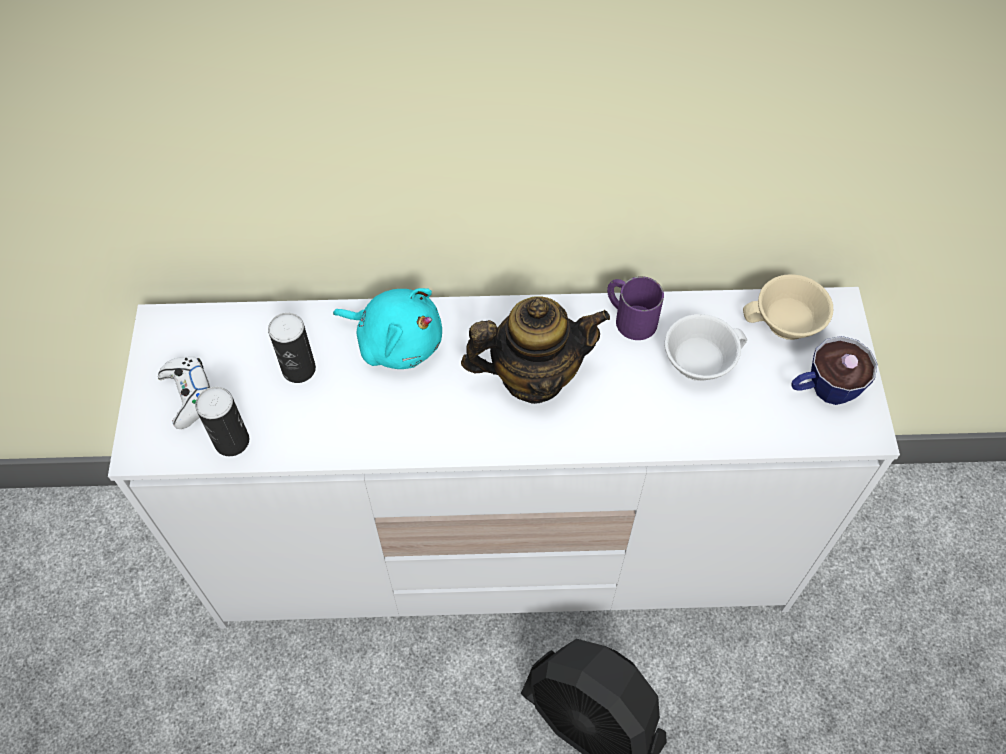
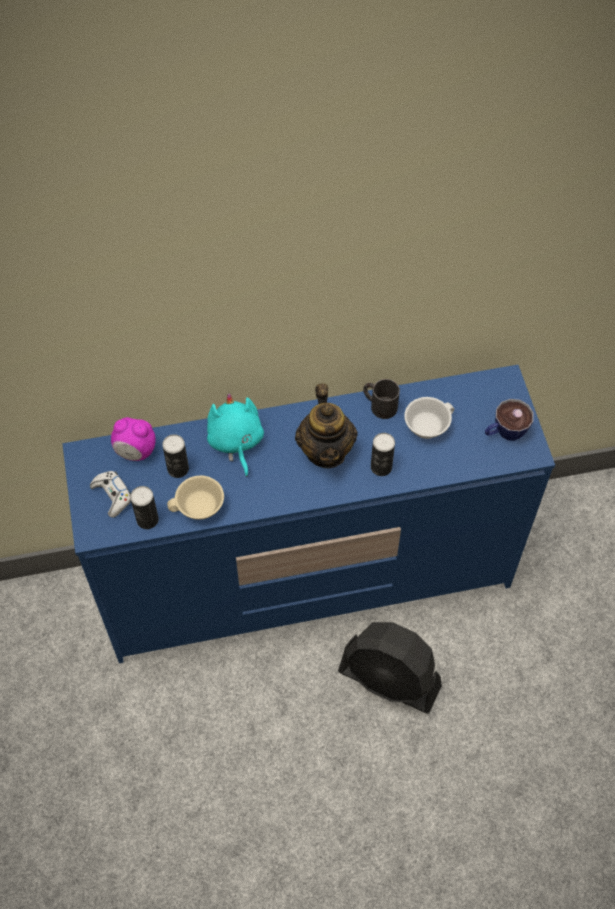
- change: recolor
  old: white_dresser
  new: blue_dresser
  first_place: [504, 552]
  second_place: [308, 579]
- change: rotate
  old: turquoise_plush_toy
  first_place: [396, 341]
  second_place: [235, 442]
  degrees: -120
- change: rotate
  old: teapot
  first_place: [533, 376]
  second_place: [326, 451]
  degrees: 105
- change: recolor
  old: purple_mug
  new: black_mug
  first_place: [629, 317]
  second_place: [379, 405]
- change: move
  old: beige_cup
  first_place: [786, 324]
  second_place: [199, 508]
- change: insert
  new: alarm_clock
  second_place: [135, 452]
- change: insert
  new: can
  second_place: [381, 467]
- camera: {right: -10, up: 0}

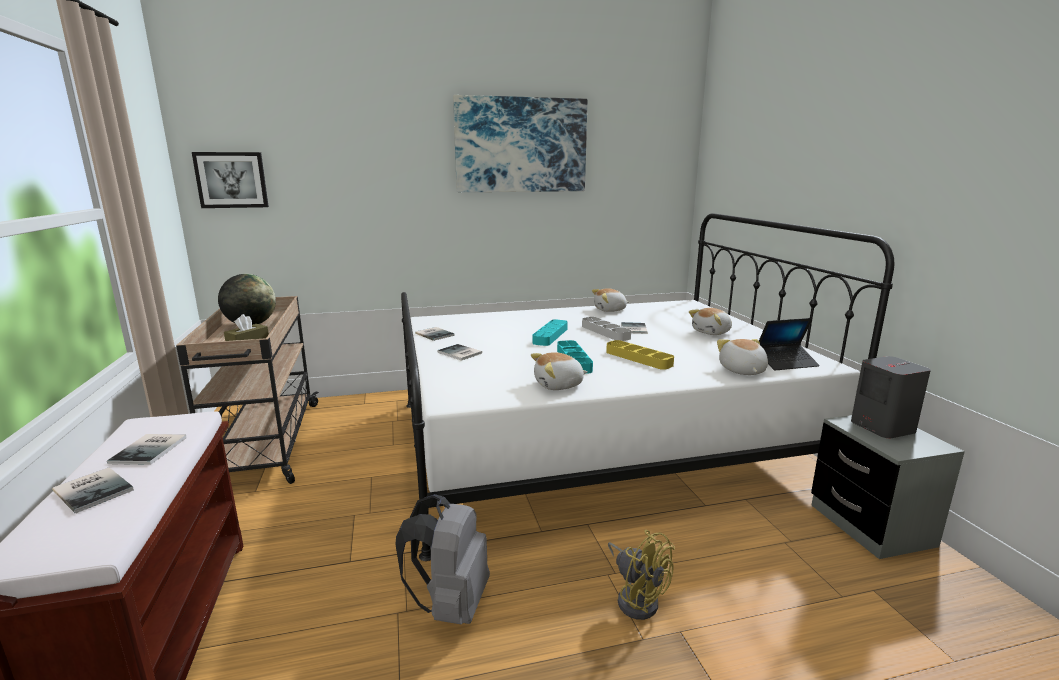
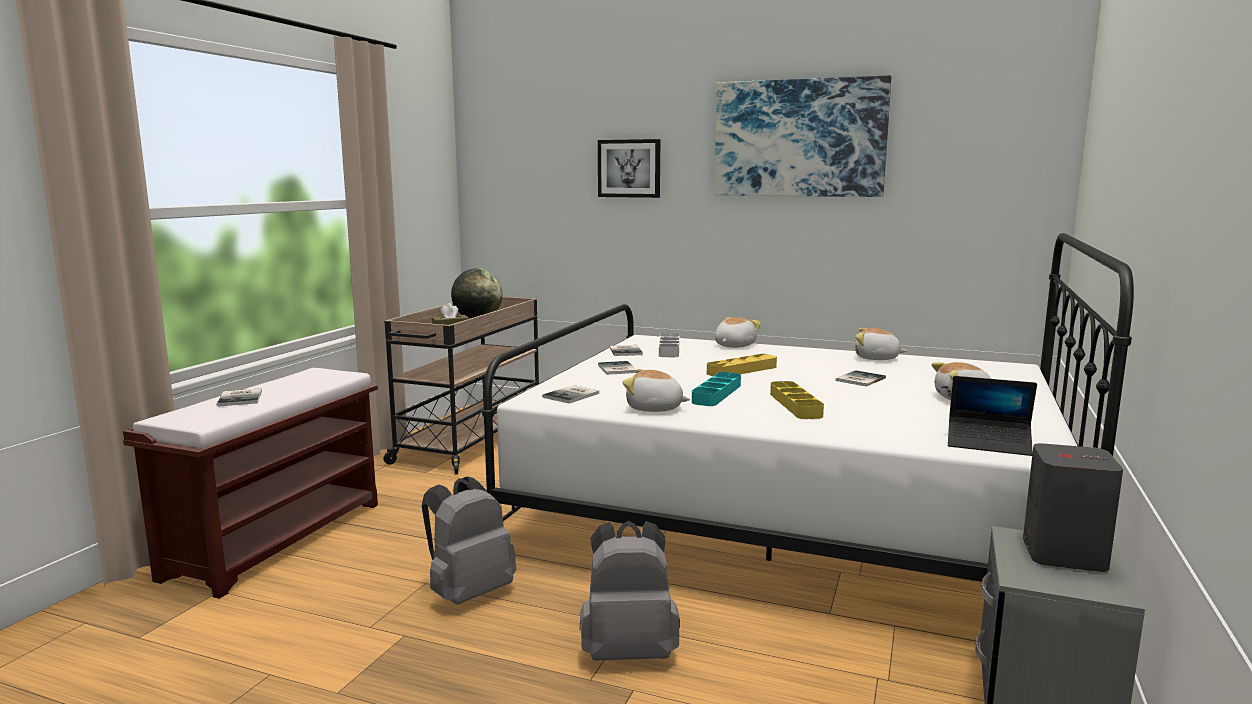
- change: move
  old: book
  first_place: [151, 449]
  second_place: [573, 395]
- change: move
  old: picture
  first_place: [231, 180]
  second_place: [629, 168]
- change: recolor
  old: turquoise_tray
  new: yellow_tray
  first_place: [550, 336]
  second_place: [742, 370]
- change: move
  old: grey_tray
  first_place: [605, 332]
  second_place: [669, 349]
- change: replace
  old: yellow_fan
  new: grey_backpack
  first_place: [636, 598]
  second_place: [629, 651]
- change: move
  old: plush_toy
  first_place: [741, 371]
  second_place: [733, 346]
- camera: {right: 35, up: -5}

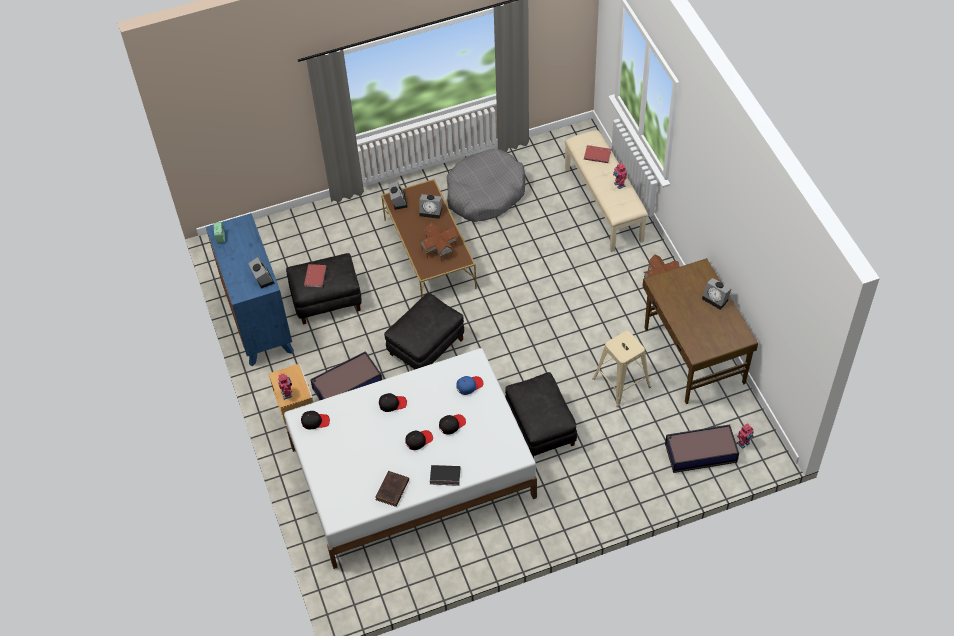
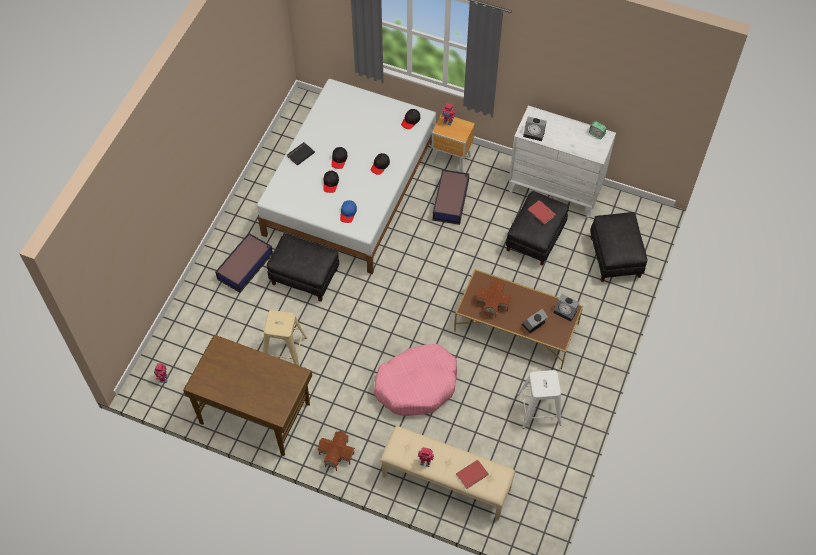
- change: recolor
  old: blue_dresser
  new: white_dresser
  first_place: [258, 322]
  second_place: [555, 189]
- change: delete
  old: brown_book
  first_place: [392, 491]
- change: move
  old: black_ottoman
  first_place: [426, 346]
  second_place: [615, 257]
- change: replace
  old: grey_dog_bed
  new: white_stool
  first_place: [485, 193]
  second_place: [540, 409]
- change: move
  old: storage_box
  first_place: [699, 453]
  second_place: [246, 266]
- change: delete
  old: alarm_clock
  first_place: [716, 299]
- change: insert
  new: pink_dog_bed
  second_place: [417, 384]
- camera: {right: 130, up: 5}

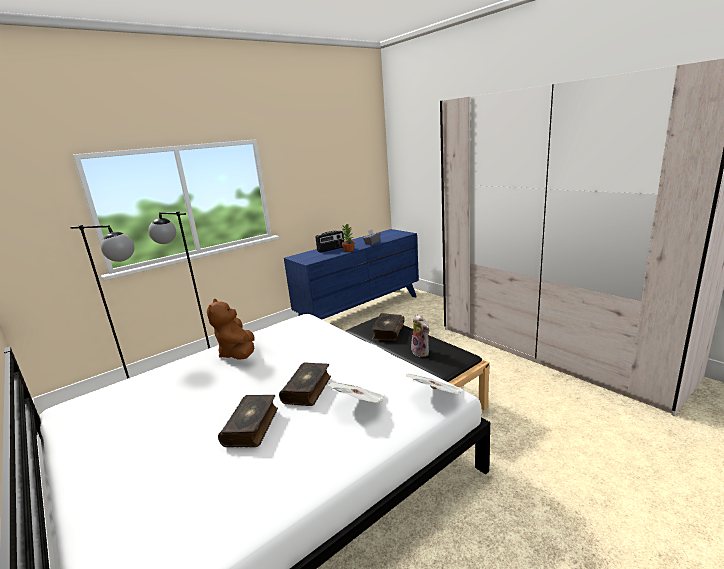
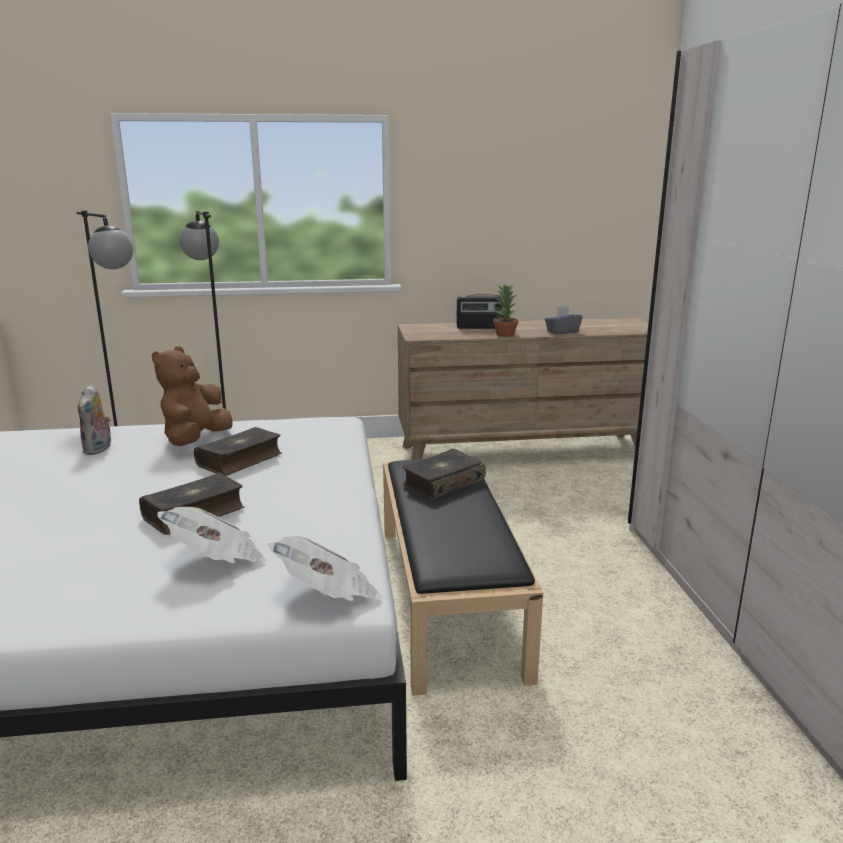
- change: move
  old: book
  first_place: [252, 426]
  second_place: [240, 460]
- change: recolor
  old: blue_dresser
  new: brown_dresser
  first_place: [360, 310]
  second_place: [524, 452]
- change: move
  old: plush_toy
  first_place: [422, 352]
  second_place: [99, 449]
- camera: {right: 30, up: 0}

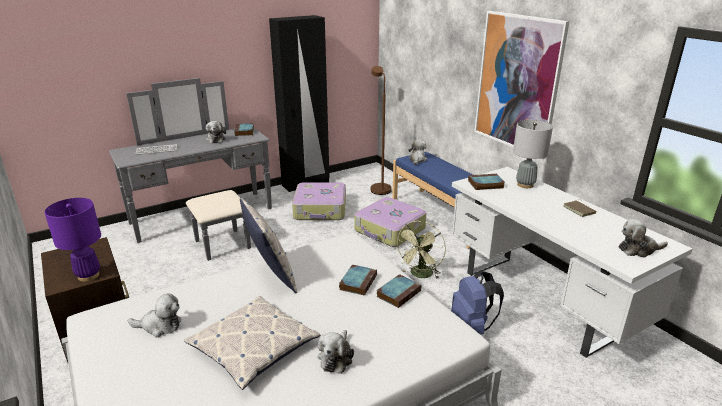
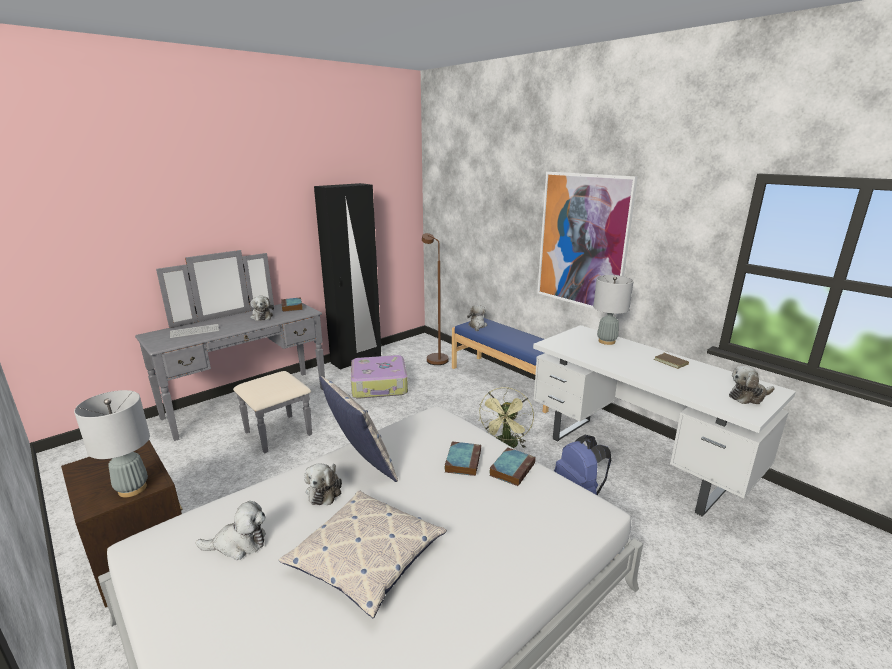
- change: recolor
  old: purple_table_lamp
  new: grey_table_lamp
  first_place: [88, 276]
  second_place: [132, 489]
- change: move
  old: plush_toy
  first_place: [336, 357]
  second_place: [325, 491]
- change: delete
  old: suitcase
  first_place: [389, 230]
- change: delete
  old: book
  first_place: [485, 184]
- camera: {right: -10, up: -5}

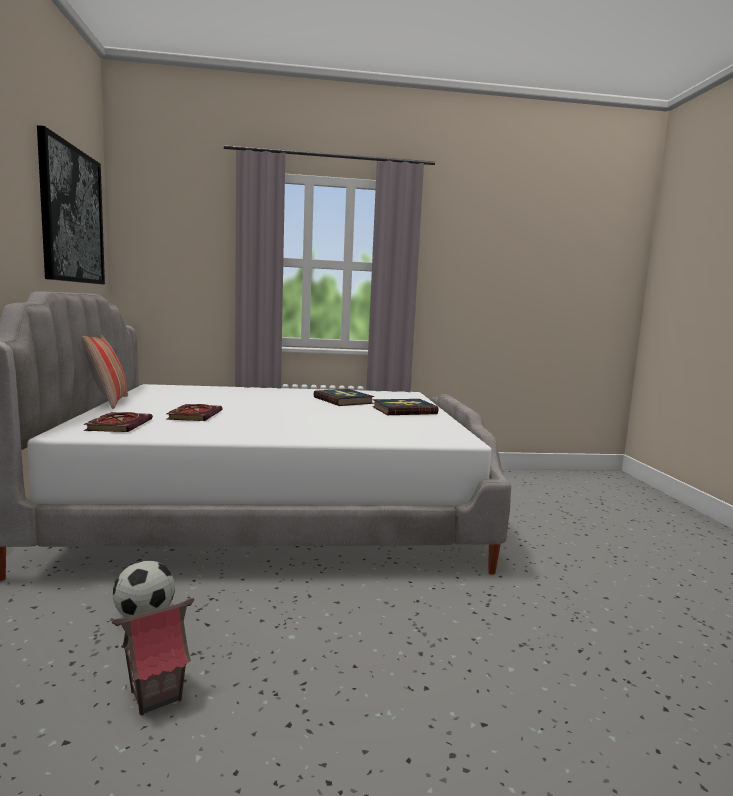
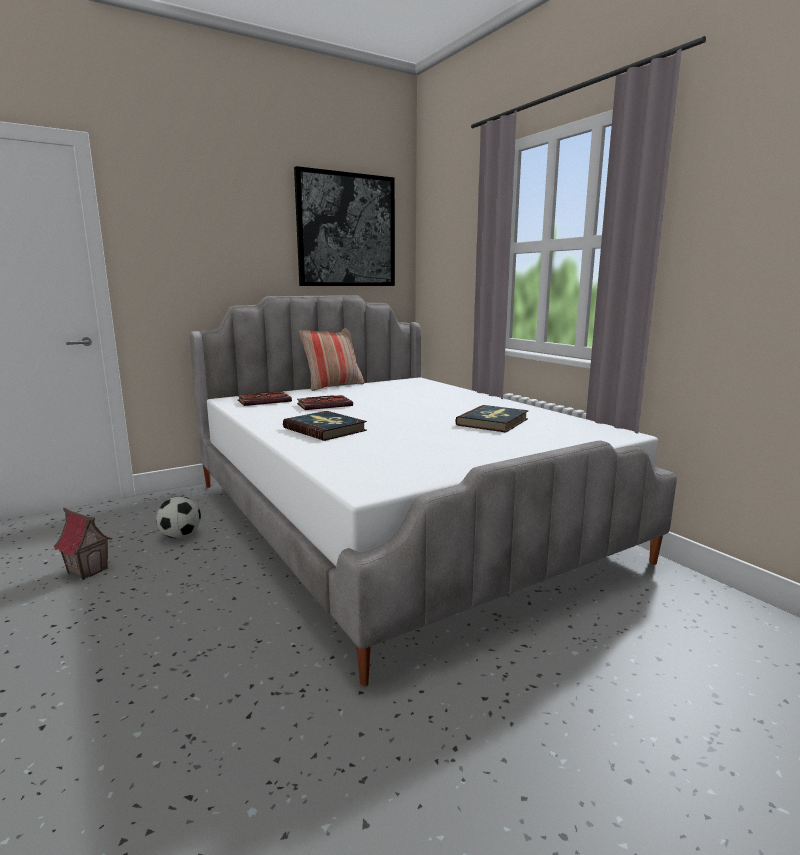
- change: move
  old: book
  first_place: [404, 410]
  second_place: [325, 429]
- camera: {right: 65, up: 5}

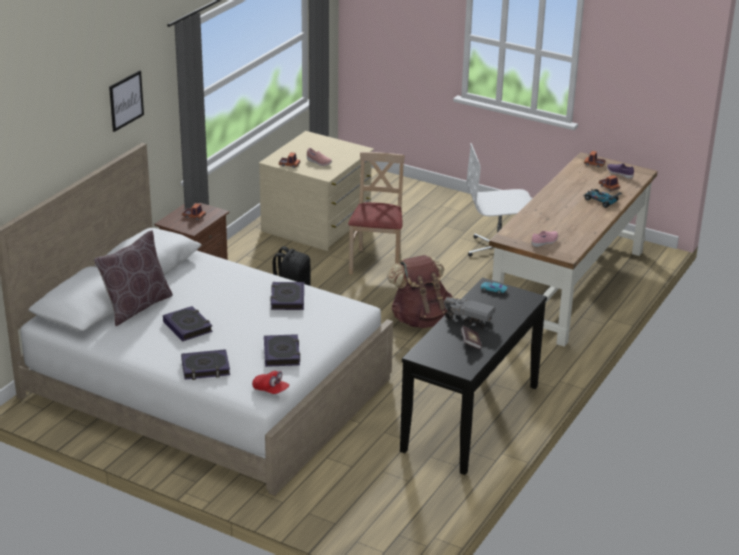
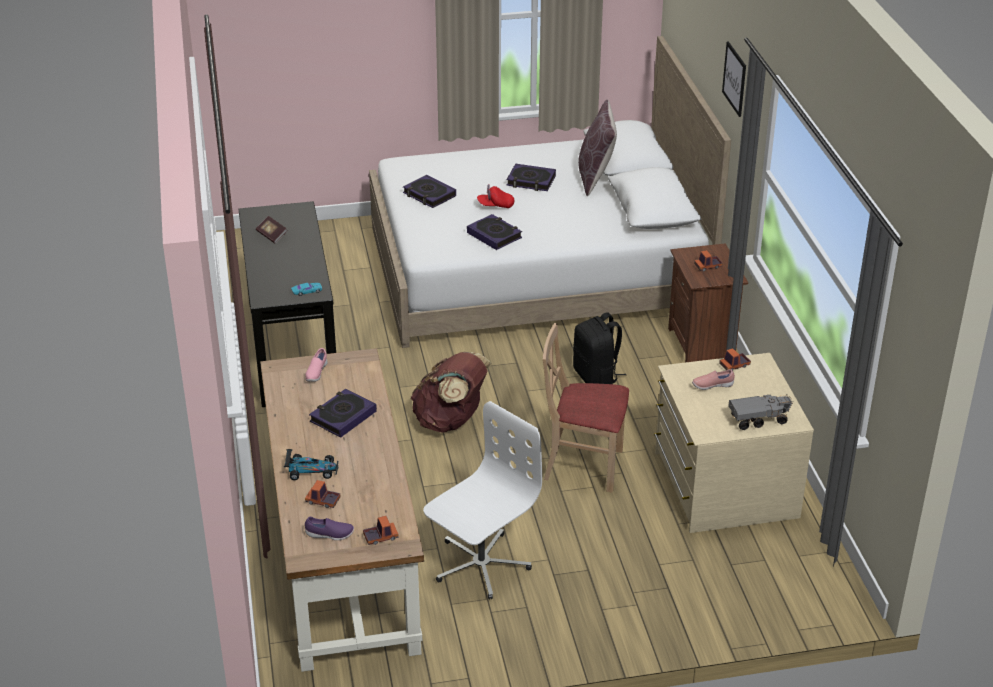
- change: move
  old: book
  first_place: [205, 368]
  second_place: [343, 416]
- change: move
  old: red_cap
  first_place: [270, 390]
  second_place: [495, 205]
- change: rotate
  old: beige_chair
  first_place: [377, 263]
  second_place: [583, 466]
  degrees: 135
- change: move
  old: toy_truck
  first_place: [468, 320]
  second_place: [758, 419]
- camera: {right: 140, up: 5}

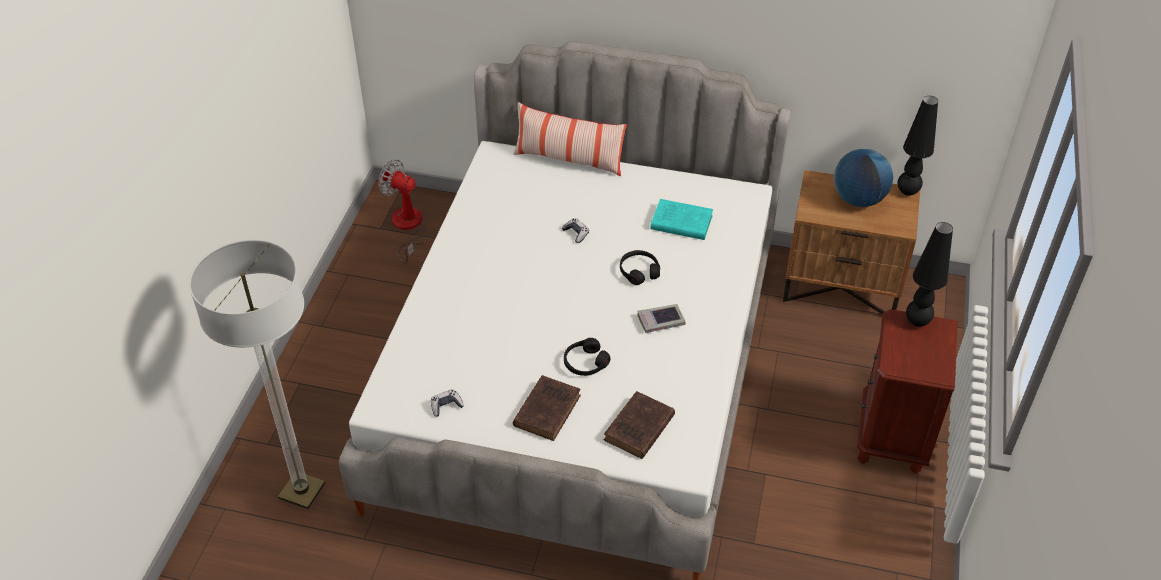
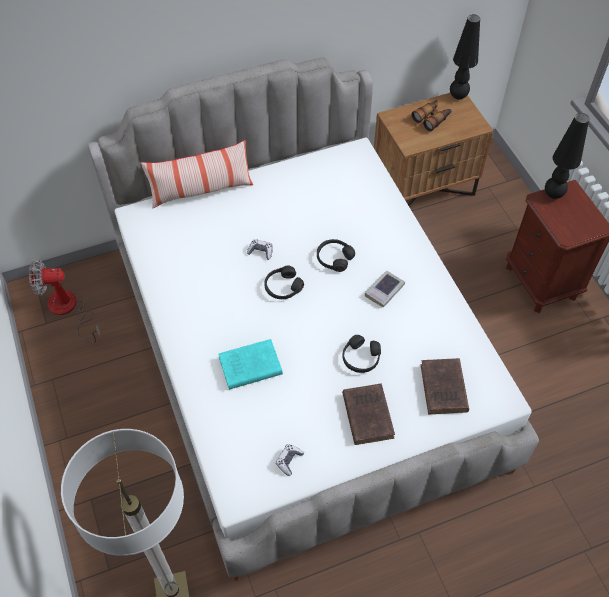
- change: move
  old: turquoise_book
  first_place: [680, 222]
  second_place: [248, 367]
- change: replace
  old: globe
  new: binoculars
  first_place: [858, 199]
  second_place: [432, 118]
- change: insert
  new: black_headphones
  second_place: [283, 287]
- camera: {right: -35, up: 10}

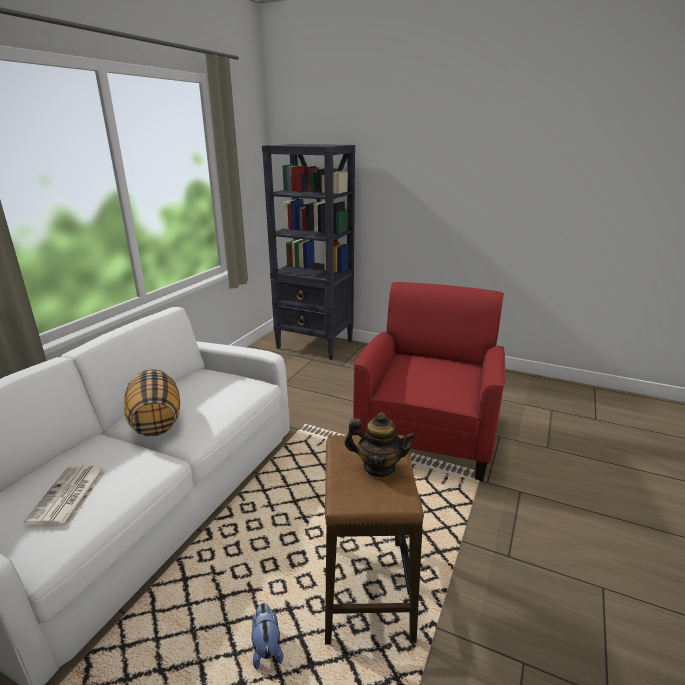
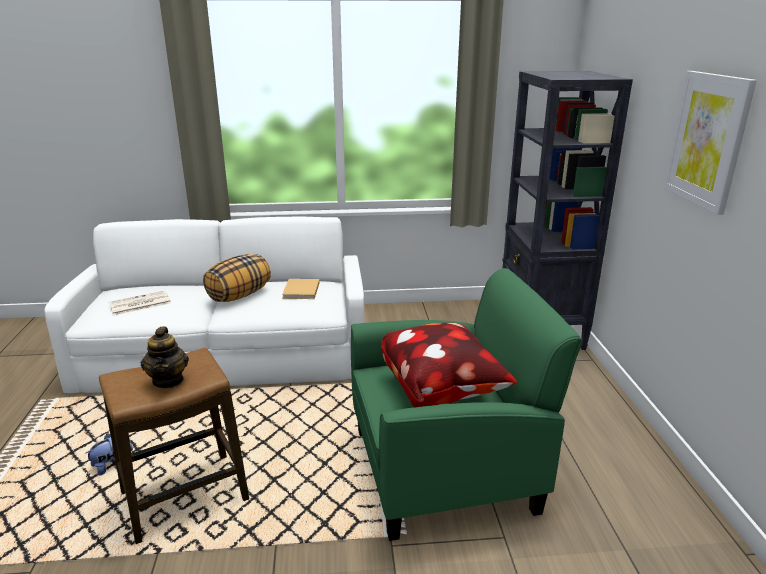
- change: recolor
  old: red_armchair
  new: green_armchair
  first_place: [427, 433]
  second_place: [445, 469]
- change: insert
  new: beige_book
  second_place: [301, 291]
- change: insert
  new: pillow
  second_place: [442, 388]
- change: insert
  new: picture
  second_place: [707, 140]
- camera: {right: 60, up: 0}

